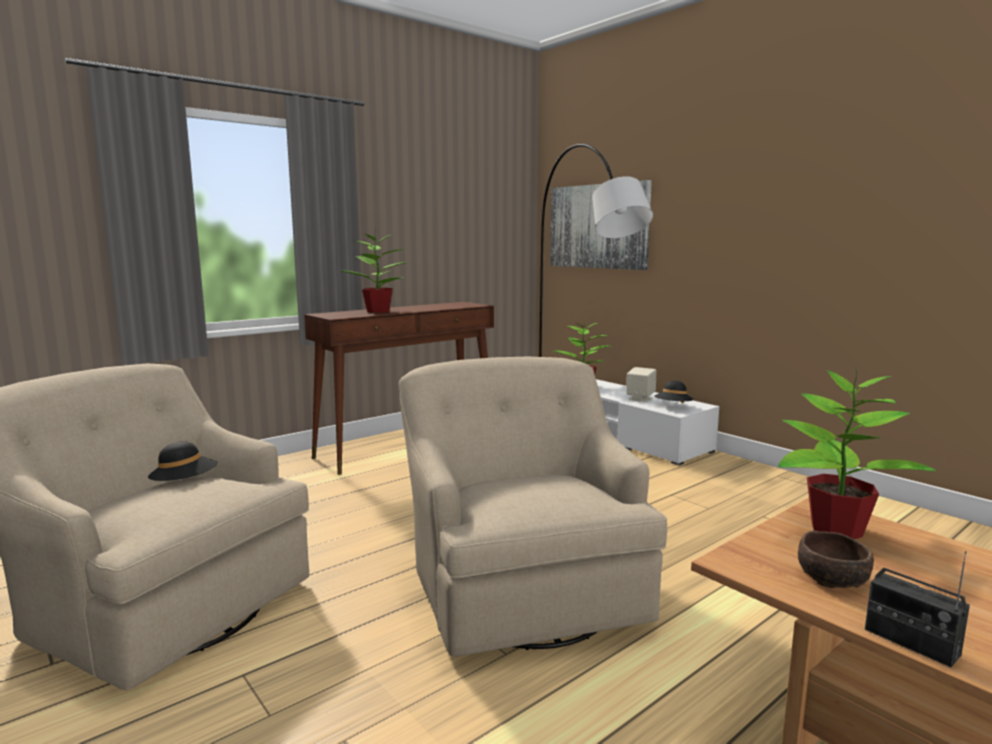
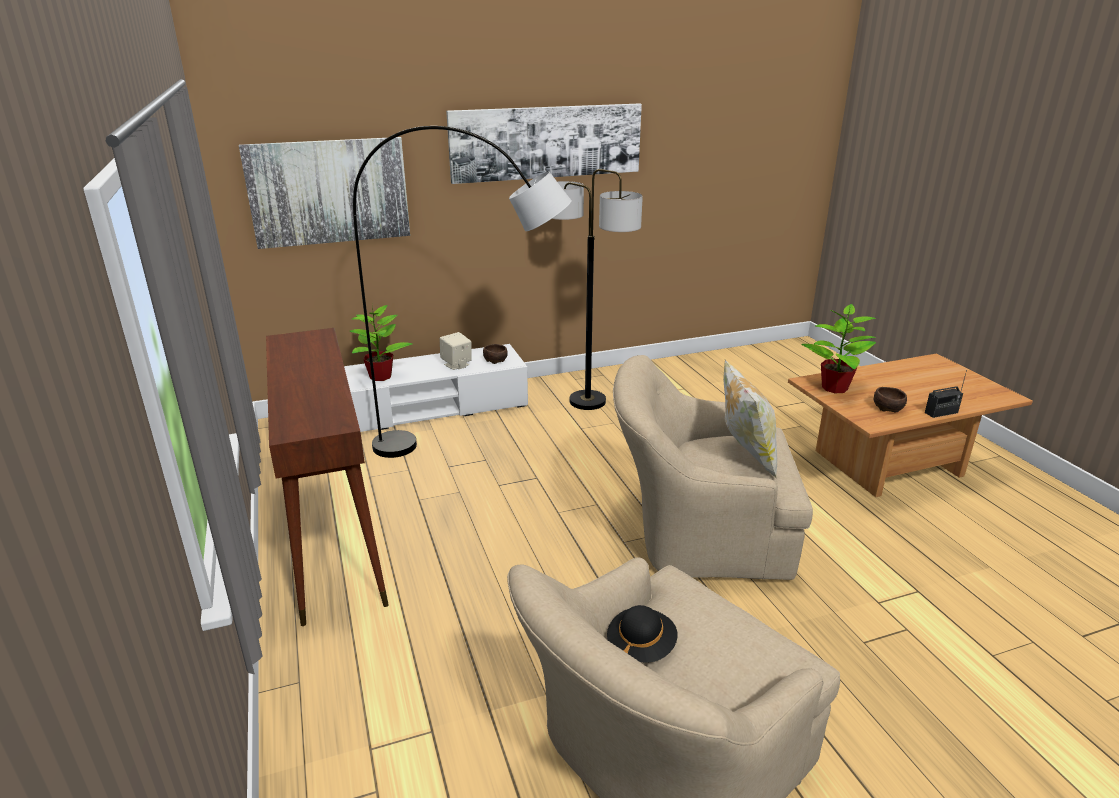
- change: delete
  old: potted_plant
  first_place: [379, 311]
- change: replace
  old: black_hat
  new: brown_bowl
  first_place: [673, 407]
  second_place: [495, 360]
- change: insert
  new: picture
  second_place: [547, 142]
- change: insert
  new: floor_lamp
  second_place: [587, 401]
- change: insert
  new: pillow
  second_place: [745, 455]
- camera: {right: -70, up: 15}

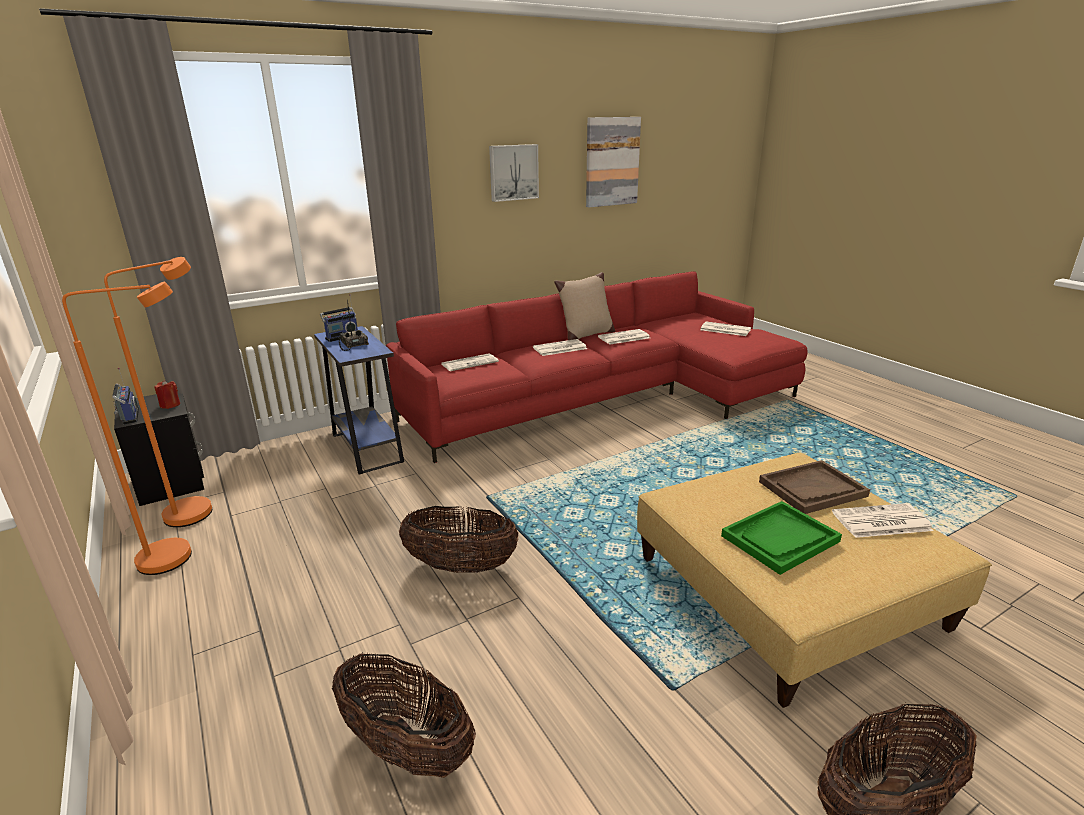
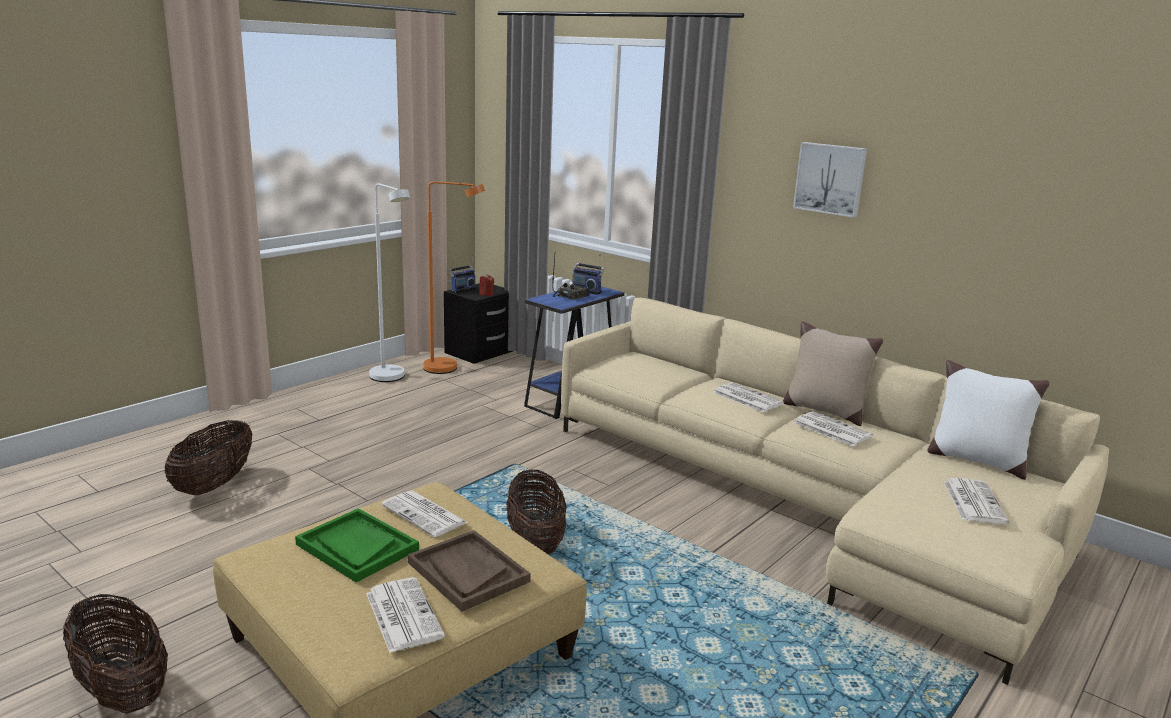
- change: recolor
  old: orange_floor_lamp
  new: white_floor_lamp
  first_place: [180, 556]
  second_place: [391, 379]
- change: recolor
  old: red_sofa
  new: beige_sofa
  first_place: [608, 397]
  second_place: [807, 504]
- change: move
  old: basket
  first_place: [461, 566]
  second_place: [535, 542]
- change: move
  old: newspaper
  first_place: [470, 363]
  second_place: [425, 514]
- change: delete
  old: picture
  first_place: [611, 162]
- change: insert
  new: white_pillow
  second_place: [975, 460]
- camera: {right: 70, up: -5}

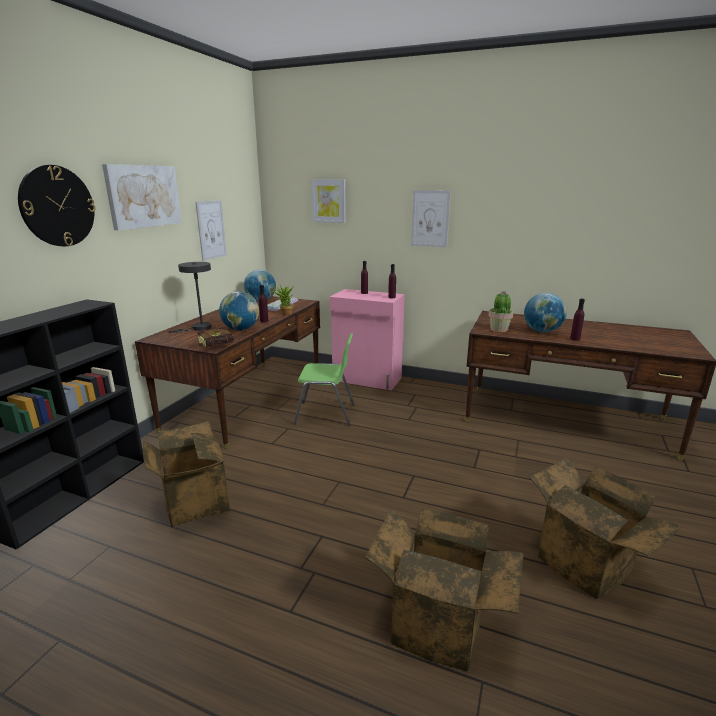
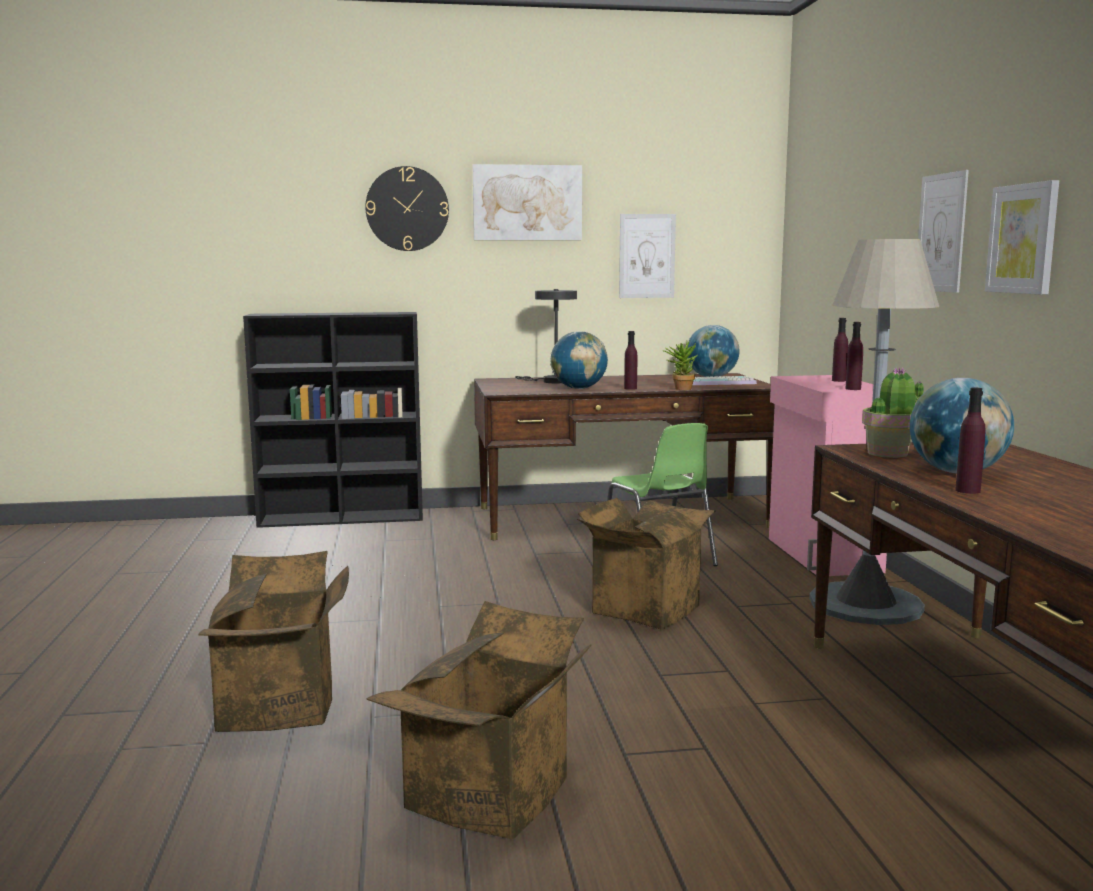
- change: move
  old: cardboard_box
  first_place: [193, 503]
  second_place: [642, 608]
- change: delete
  old: book
  first_place: [220, 347]
- change: move
  old: picture
  first_place: [329, 201]
  second_place: [1023, 239]
- change: insert
  new: grey_floor_lamp
  second_place: [865, 604]
- camera: {right: 60, up: -10}

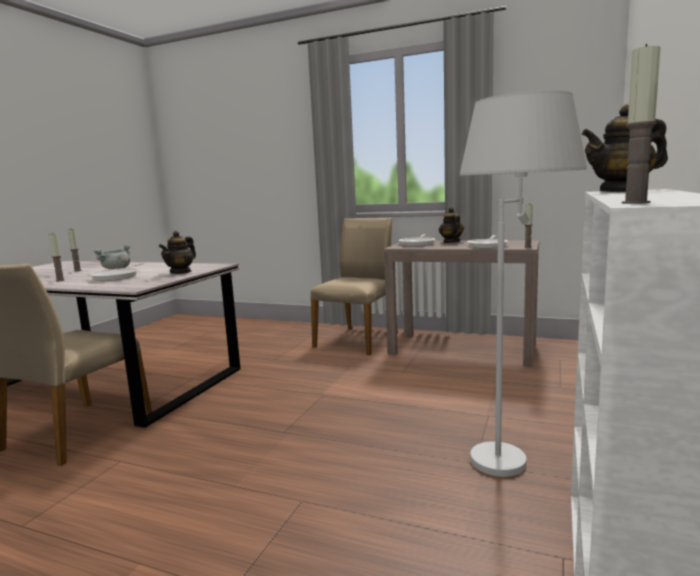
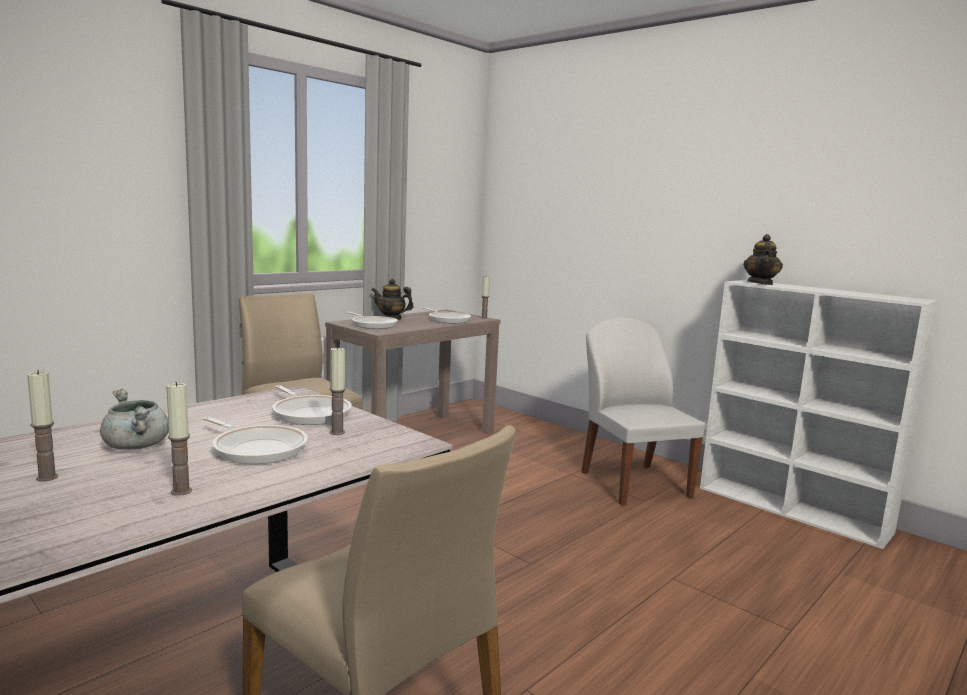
- change: replace
  old: teapot
  new: frying_pan
  first_place: [181, 272]
  second_place: [310, 413]
- change: replace
  old: white_floor_lamp
  new: white_chair
  first_place: [514, 450]
  second_place: [633, 483]
- change: move
  old: candle
  first_place: [636, 203]
  second_place: [337, 432]
- camera: {right: -70, up: 0}

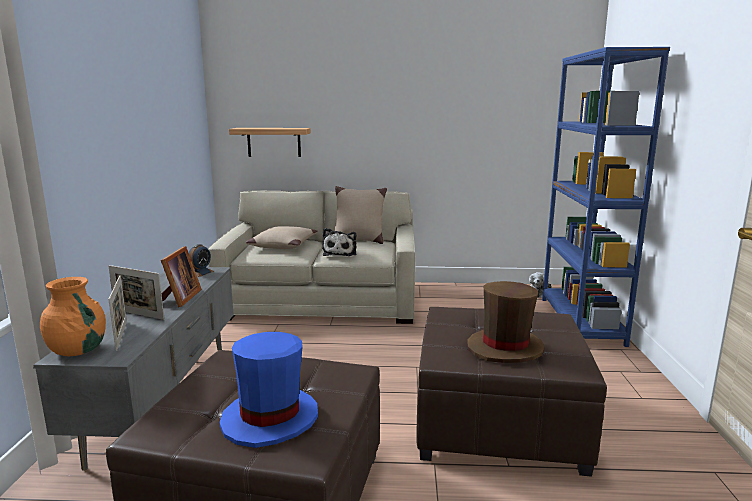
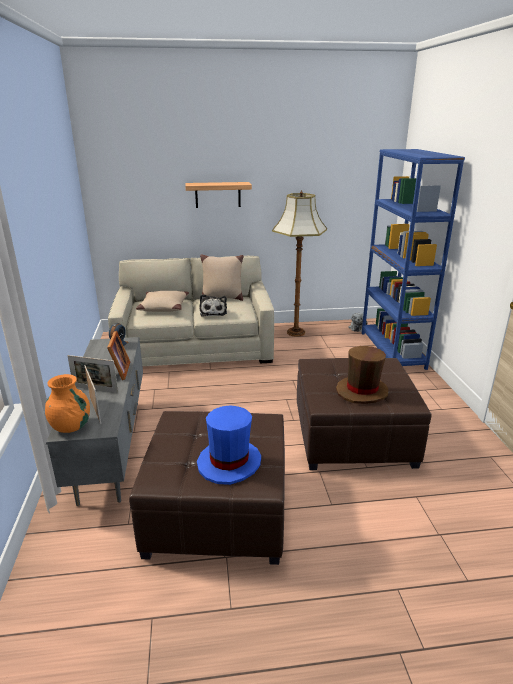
- change: move
  old: shelf
  first_place: [274, 142]
  second_place: [218, 194]
- change: insert
  new: floor_lamp
  second_place: [295, 332]
- camera: {right: -10, up: 10}

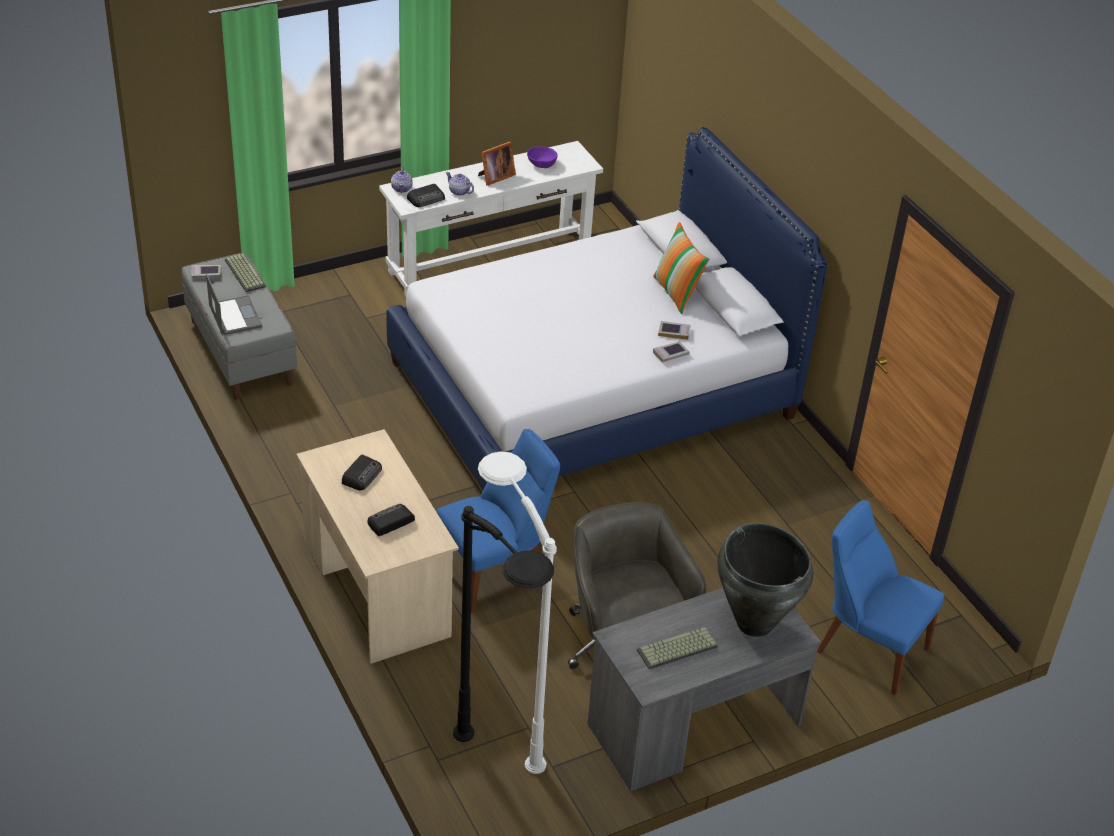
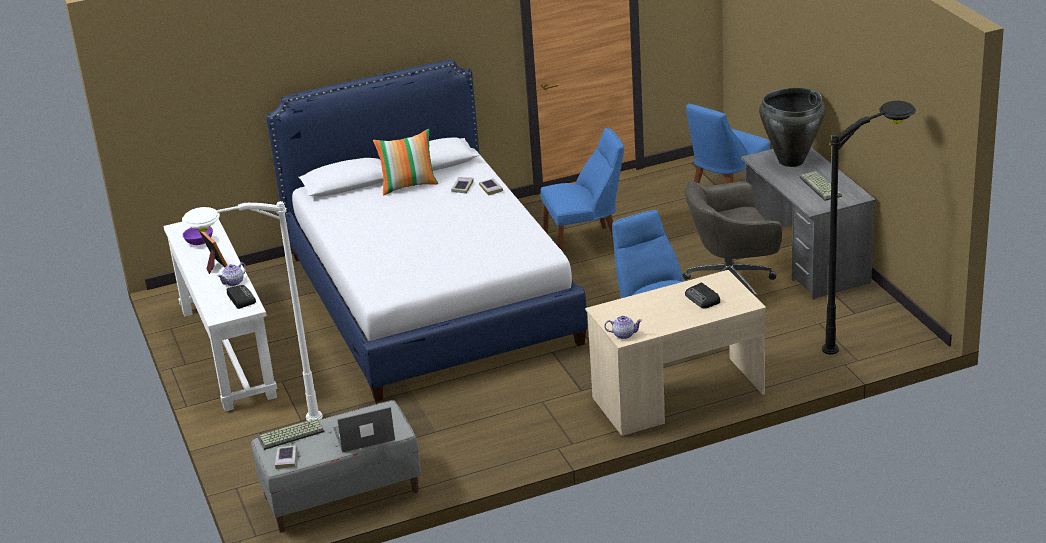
- change: delete
  old: radio
  first_place: [362, 475]
- change: move
  old: teapot
  first_place: [402, 188]
  second_place: [623, 334]
- change: move
  old: white_floor_lamp
  first_place: [505, 717]
  second_place: [262, 432]
- change: insert
  new: blue_chair
  second_place: [586, 244]
- camera: {right: -80, up: -10}

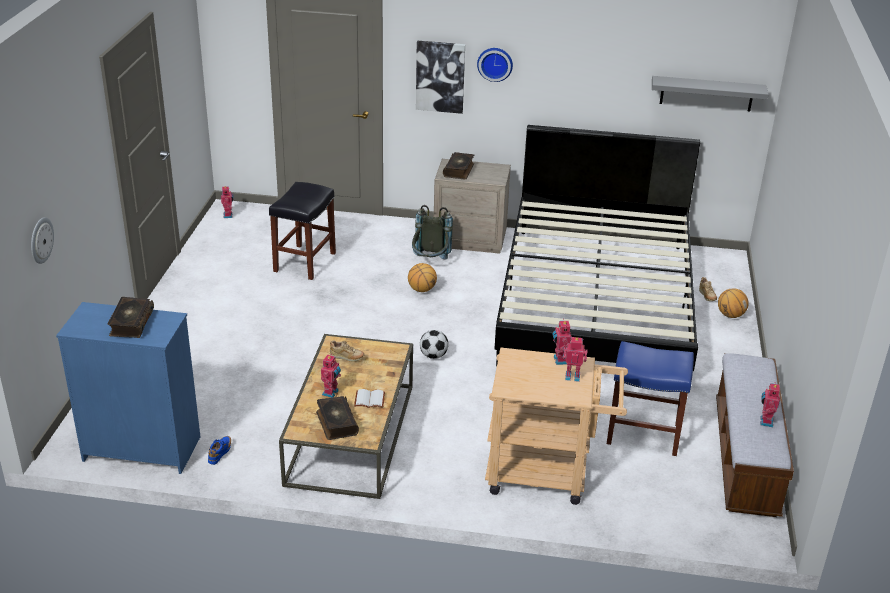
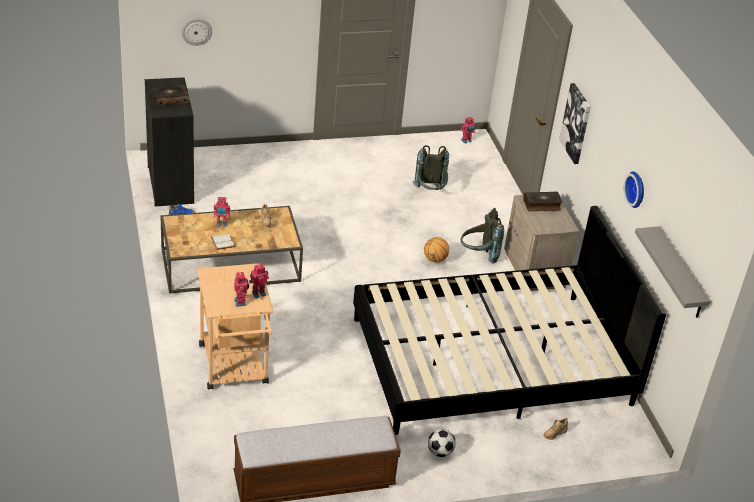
- change: recolor
  old: blue_dresser
  new: black_dresser
  first_place: [142, 448]
  second_place: [171, 185]
- change: replace
  old: black_stool
  new: grey_backpack
  first_place: [304, 261]
  second_place: [430, 193]
- change: delete
  old: book
  first_place: [336, 423]
- change: move
  old: football
  first_place: [433, 356]
  second_place: [440, 452]
- change: move
  old: wall_clock
  first_place: [495, 63]
  second_place: [637, 189]
- change: delete
  old: blue_stool
  first_place: [644, 433]
- change: delete
  old: basketball
  first_place: [730, 315]
- change: delete
  old: toy_robot
  first_place: [765, 421]
- camera: {right: 65, up: 5}

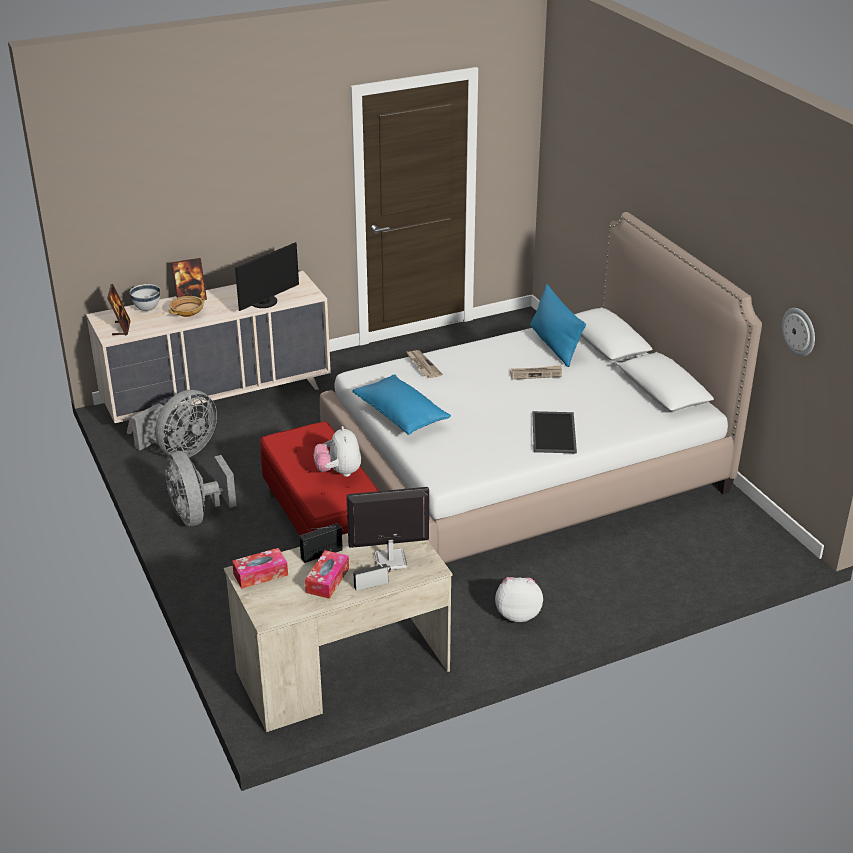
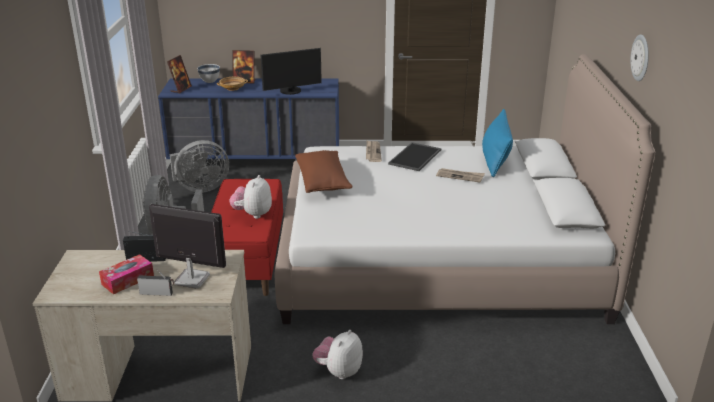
- change: recolor
  old: beige_dresser
  new: blue_dresser
  first_place: [218, 397]
  second_place: [256, 161]
- change: delete
  old: tissue_box
  first_place: [260, 574]
- change: recolor
  old: blue_pillow
  new: brown_pillow
  first_place: [401, 416]
  second_place: [322, 182]
- change: rotate
  old: plush_toy
  first_place: [518, 614]
  second_place: [339, 371]
  degrees: -90
- change: move
  old: tray
  first_place: [555, 433]
  second_place: [415, 157]
- change: move
  old: wall_clock
  first_place: [799, 331]
  second_place: [641, 58]
- camera: {right: 25, up: -5}

